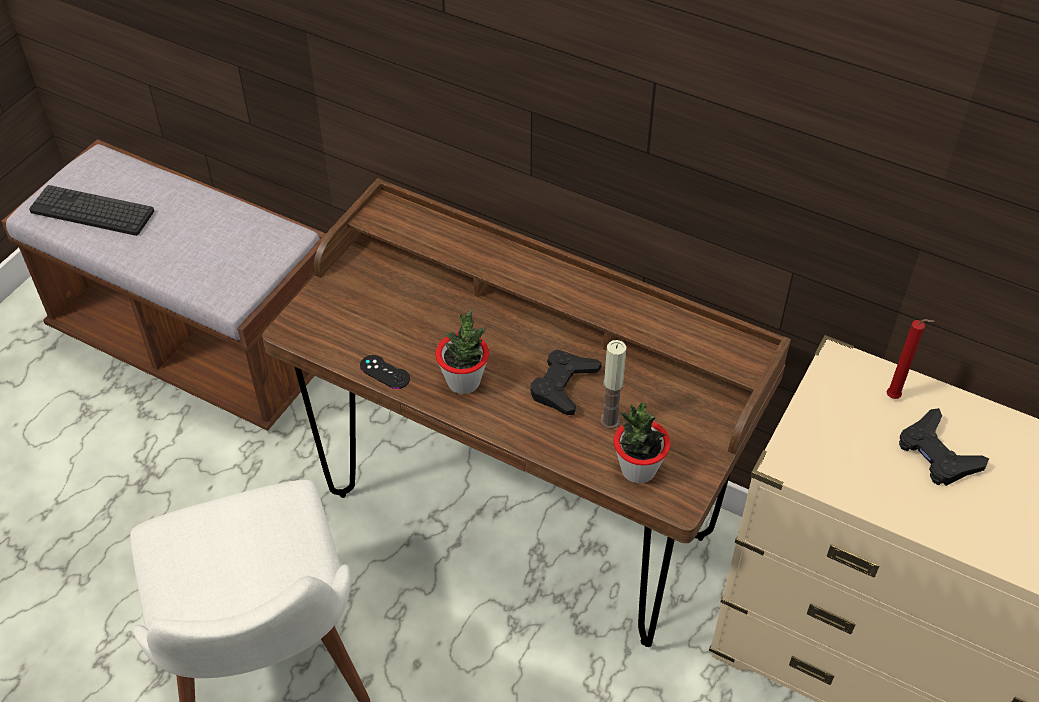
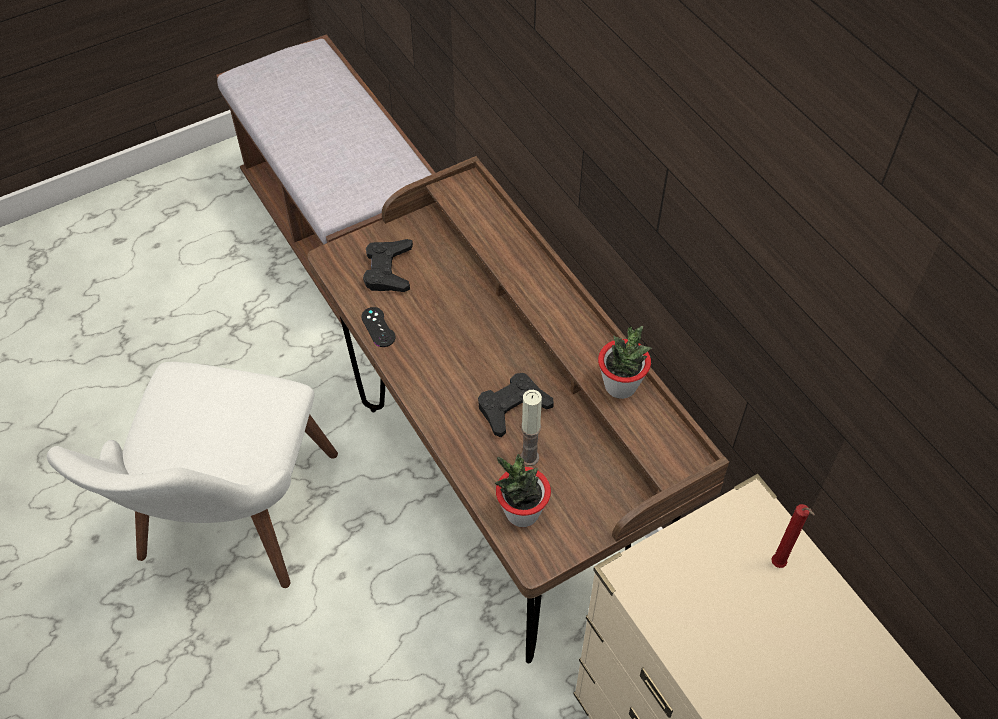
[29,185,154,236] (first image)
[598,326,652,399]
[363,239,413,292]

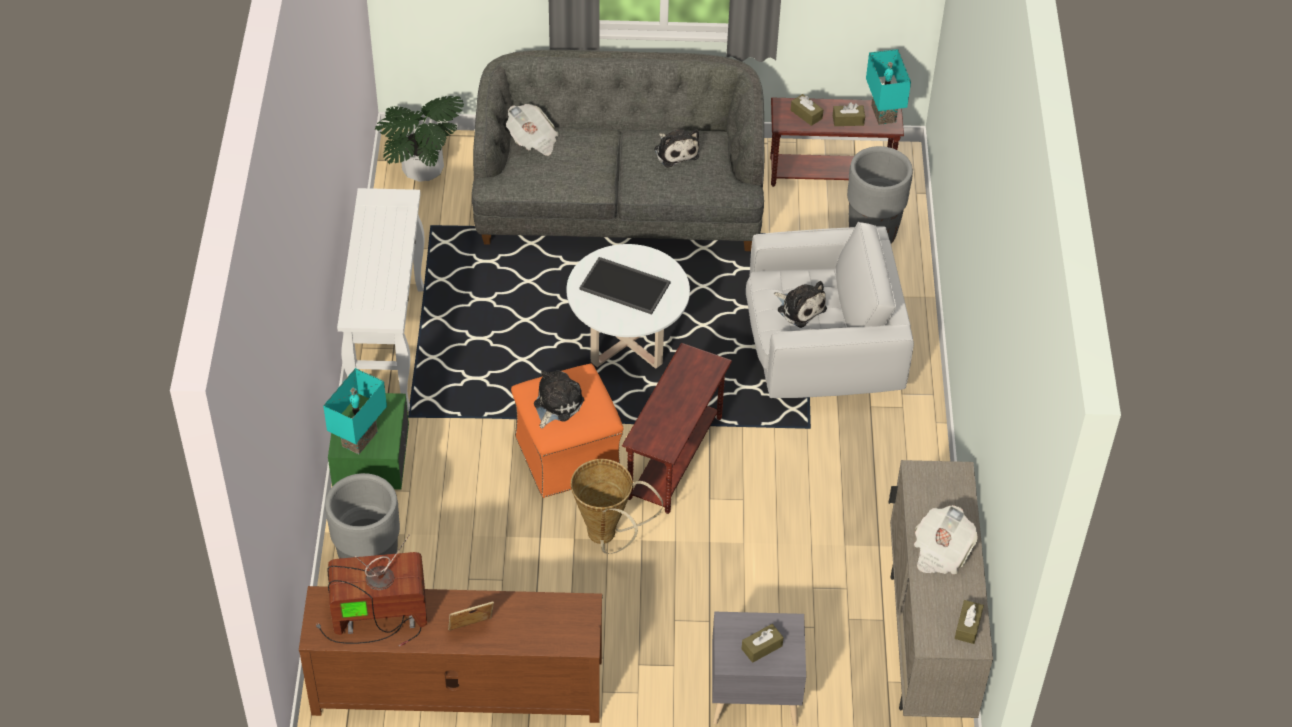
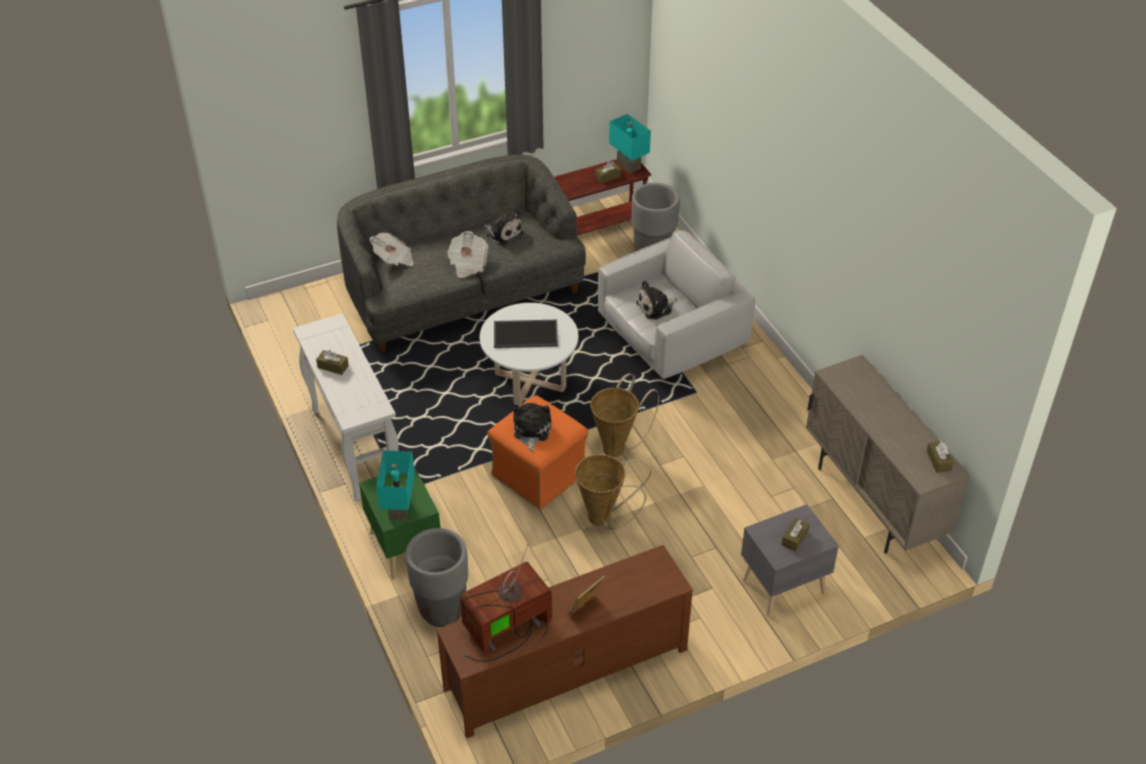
[375,96,464,182] (first image)
[316,350,349,375]
[447,231,489,278]
[590,373,659,457]
[636,280,677,320]

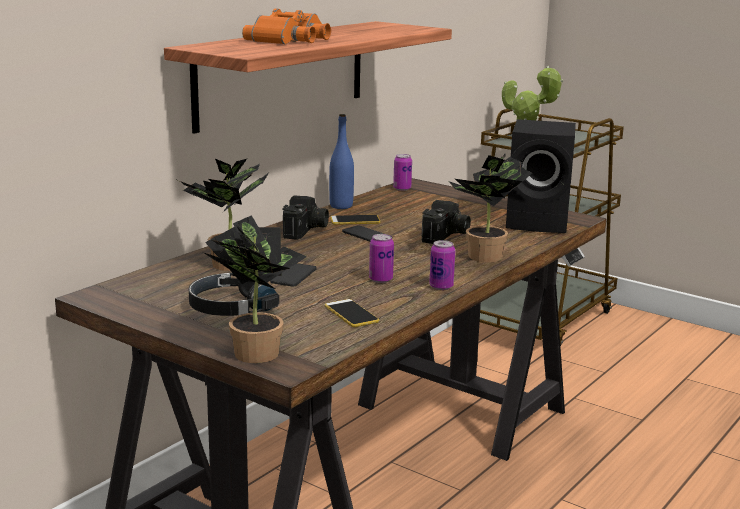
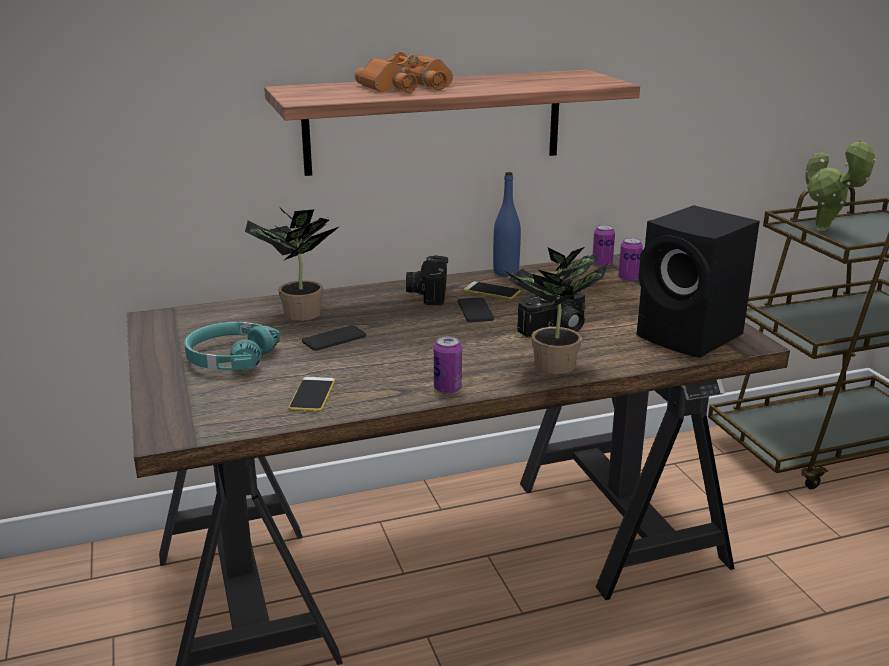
[203,215,307,363] (first image)
[618,238,643,282]
[184,322,280,370]
[406,255,448,305]

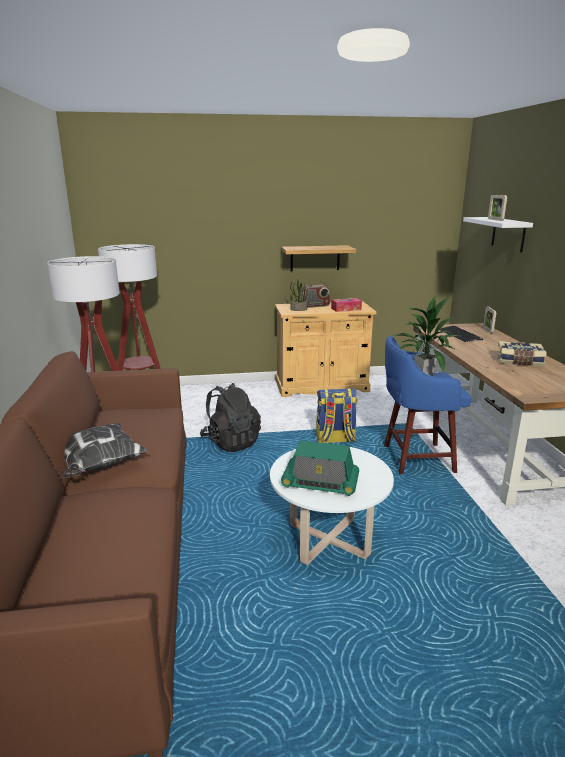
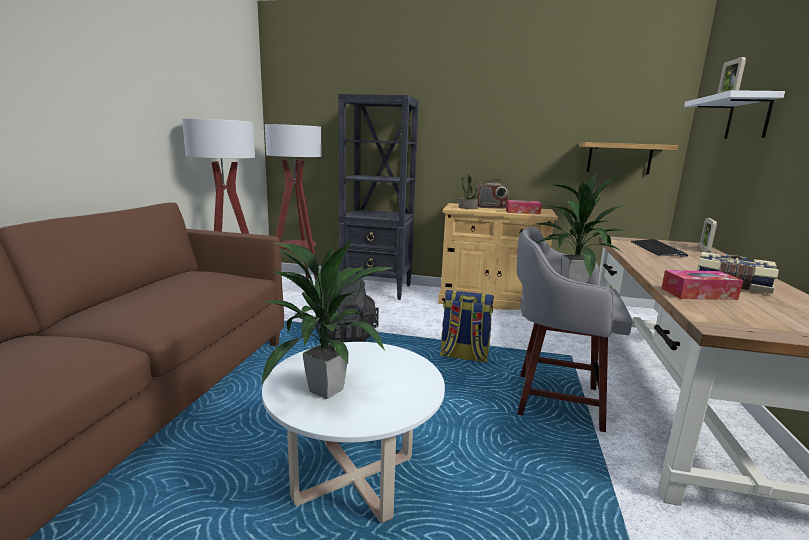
[61,423,148,478] (first image)
[338,94,419,300]
[661,270,743,300]
[579,142,678,174]
[260,235,392,399]
[517,227,633,432]

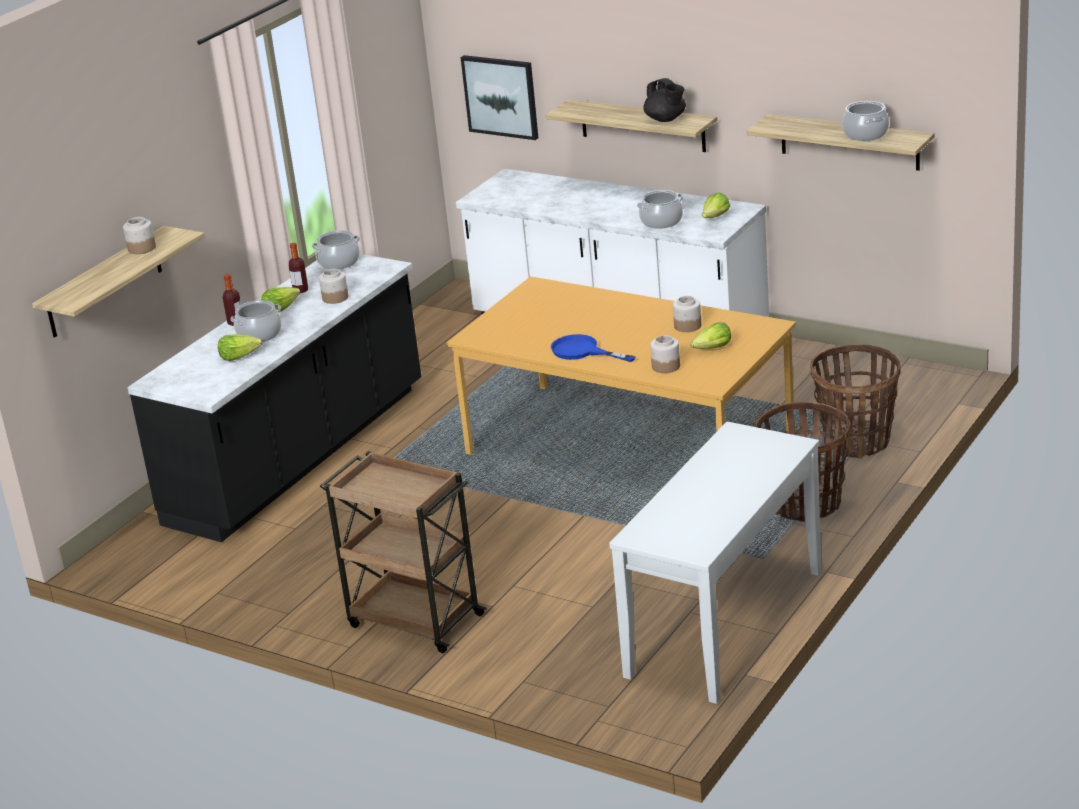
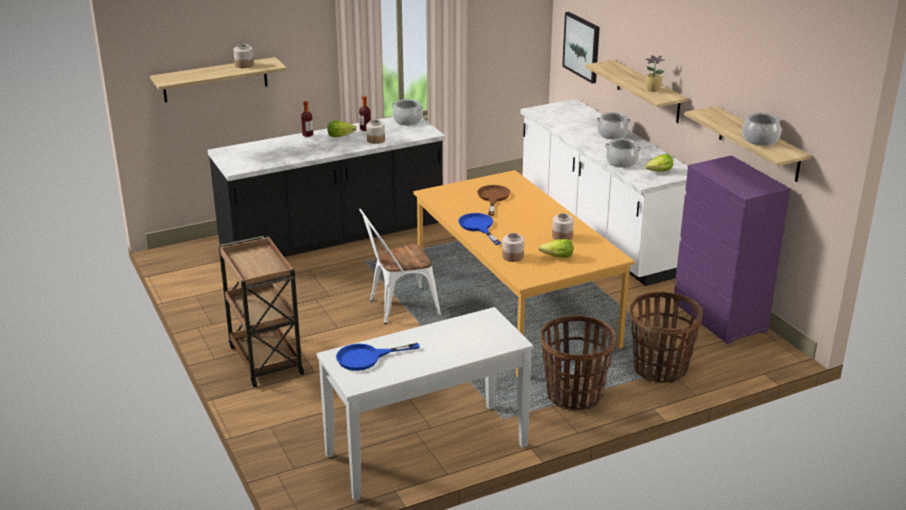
[218,334,262,361] (first image)
[336,343,420,371]
[359,209,441,324]
[477,185,510,216]
[673,155,790,344]
[596,112,631,139]
[644,55,665,92]

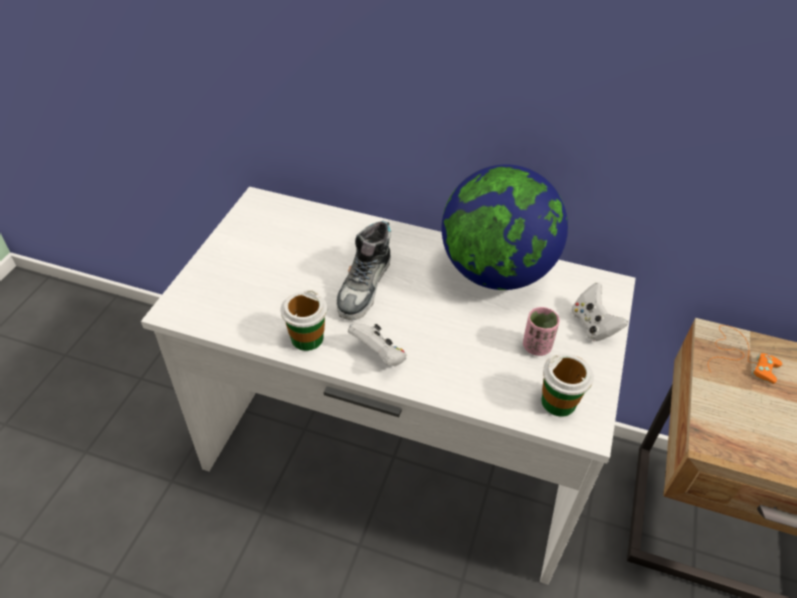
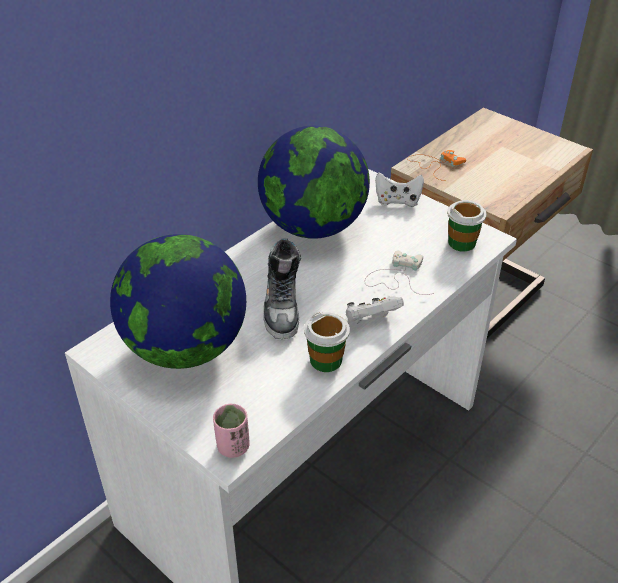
[110,234,246,369]
[365,250,434,295]
[213,404,250,458]
[263,238,301,339]

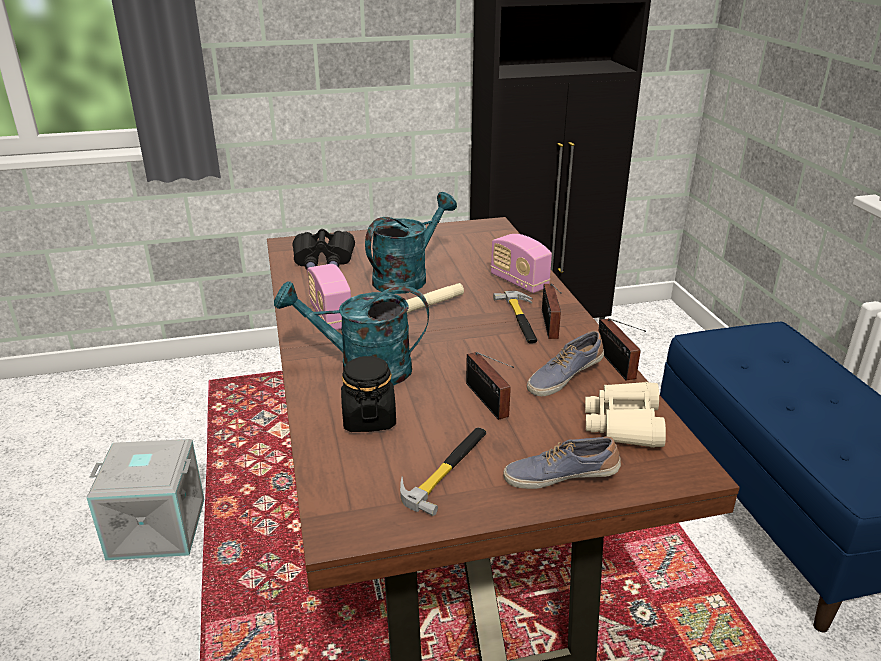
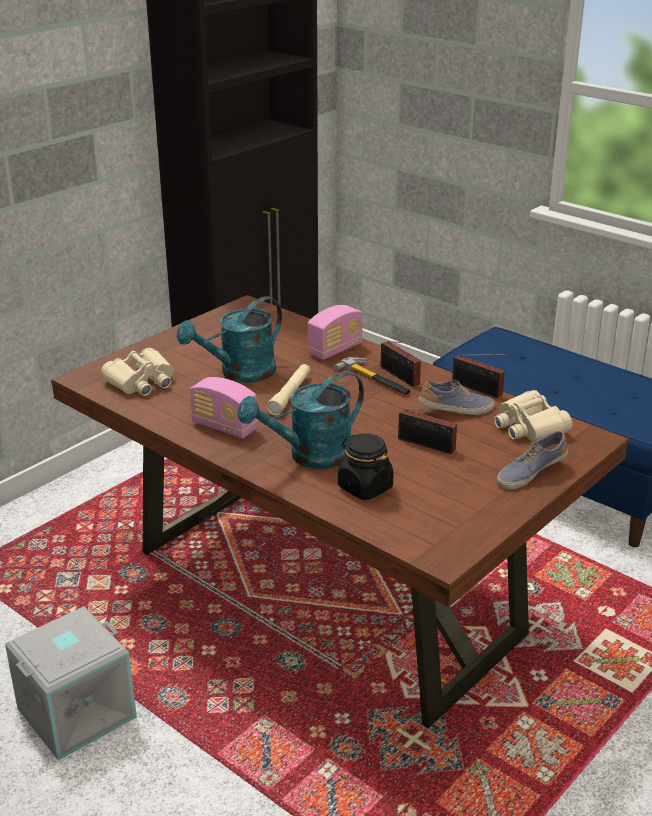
[400,427,486,516] (first image)
[101,348,174,396]
[177,296,282,383]
[307,305,363,360]
[418,380,494,415]

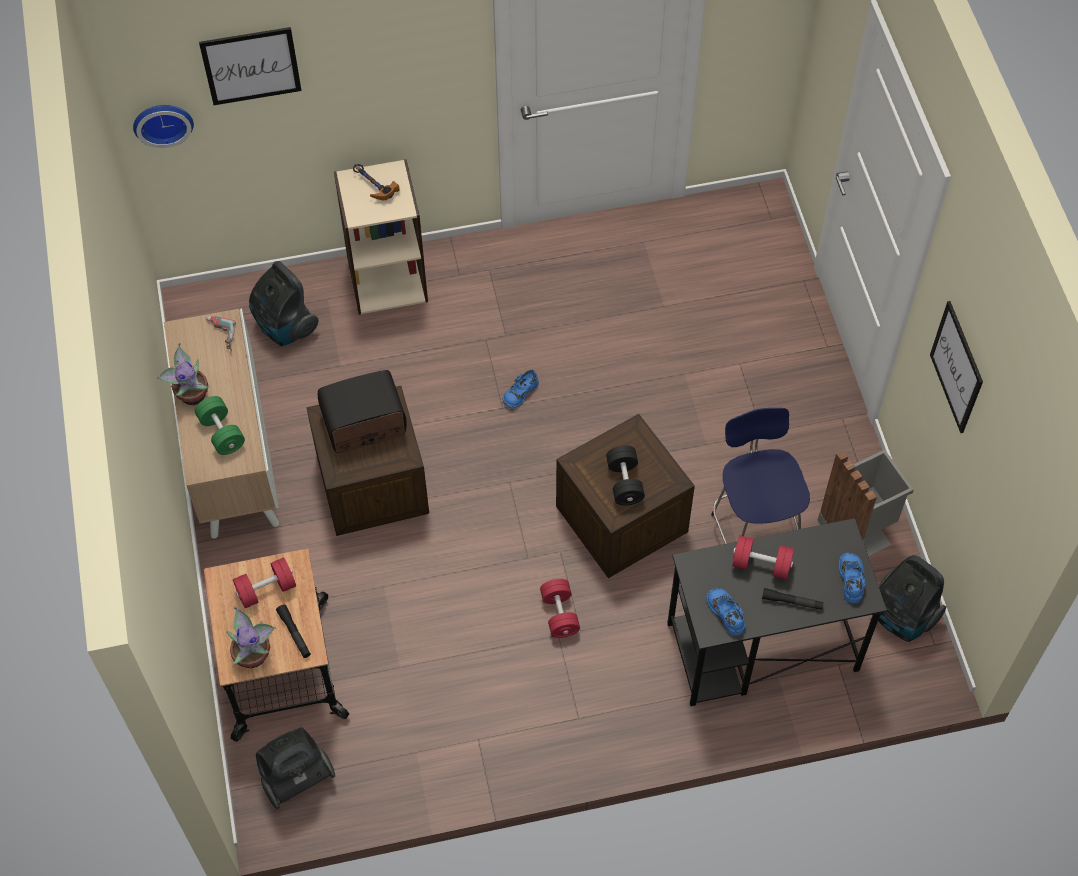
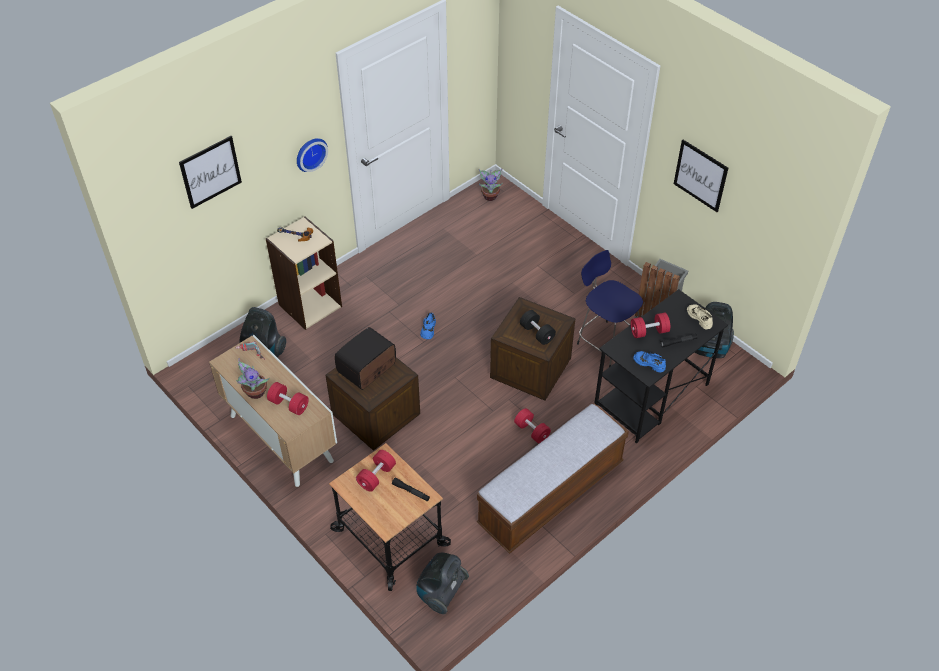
[477,403,629,554]
[297,138,328,172]
[478,169,503,201]
[267,382,309,415]
[687,304,713,329]

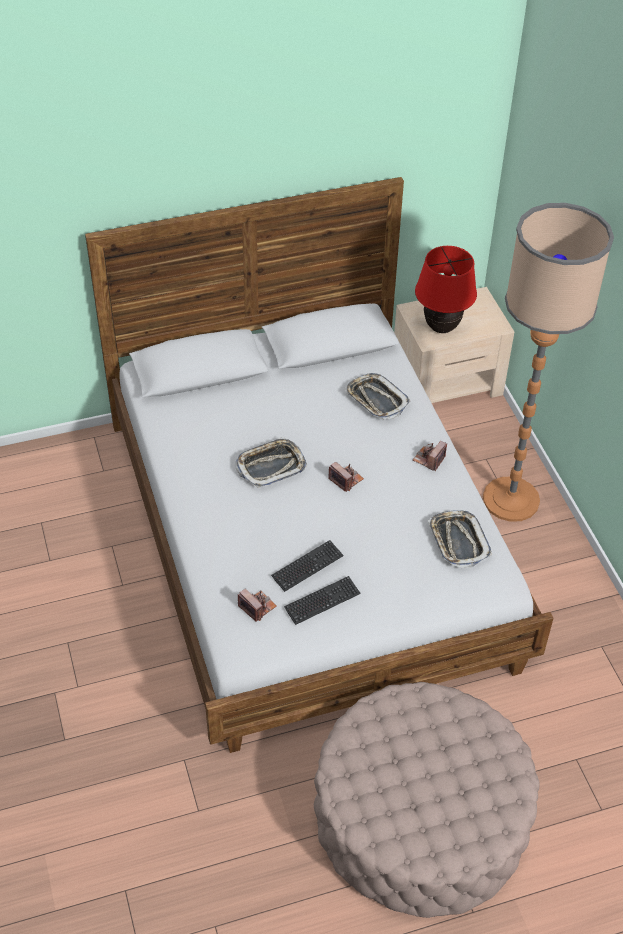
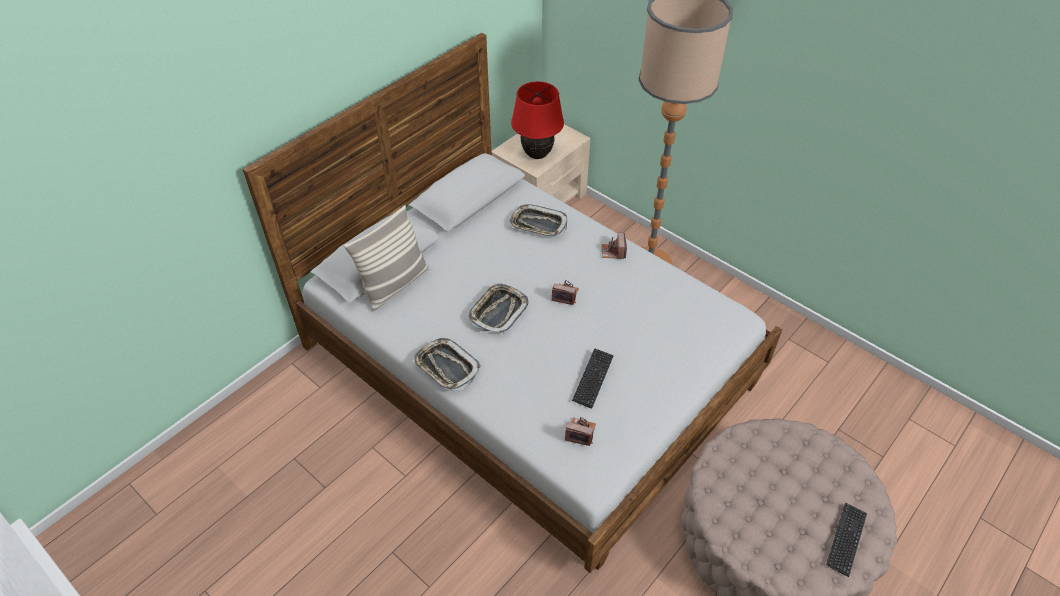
[344,205,430,312]
[826,502,867,577]
[412,338,481,391]

